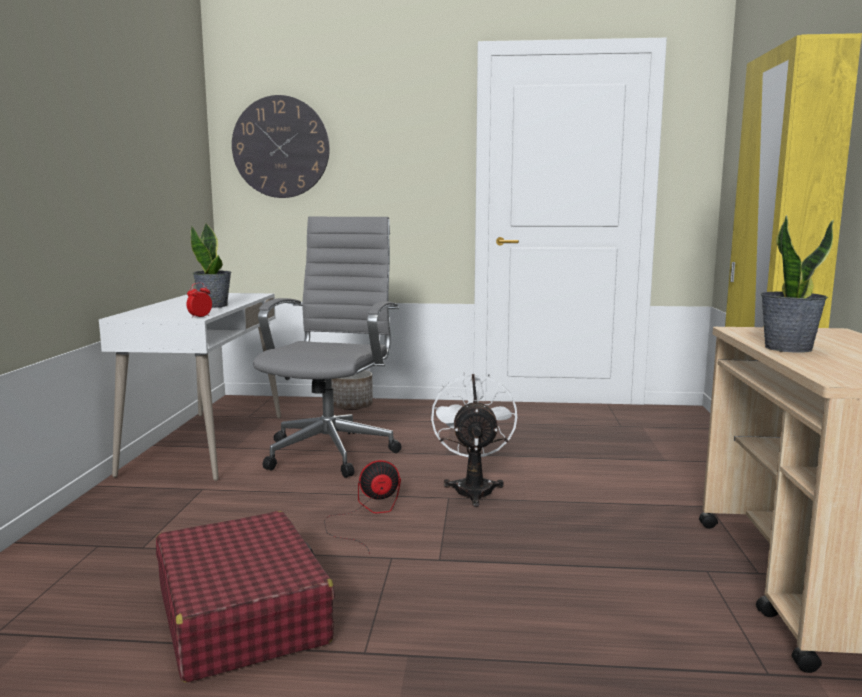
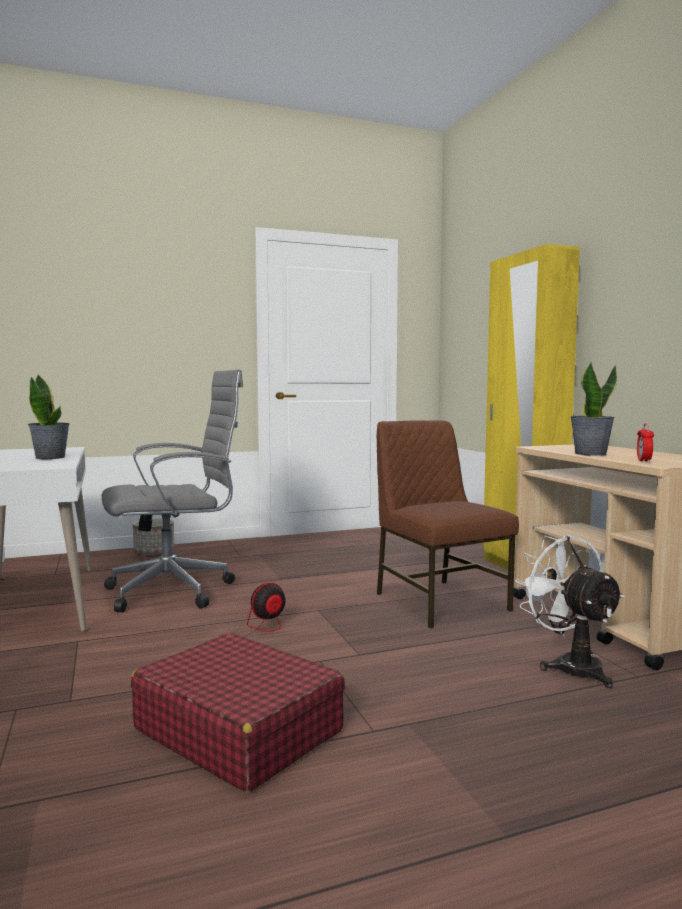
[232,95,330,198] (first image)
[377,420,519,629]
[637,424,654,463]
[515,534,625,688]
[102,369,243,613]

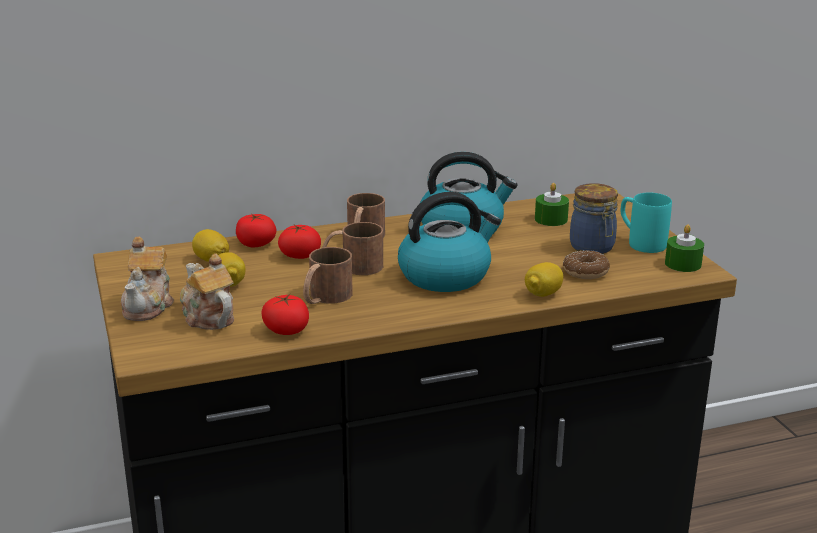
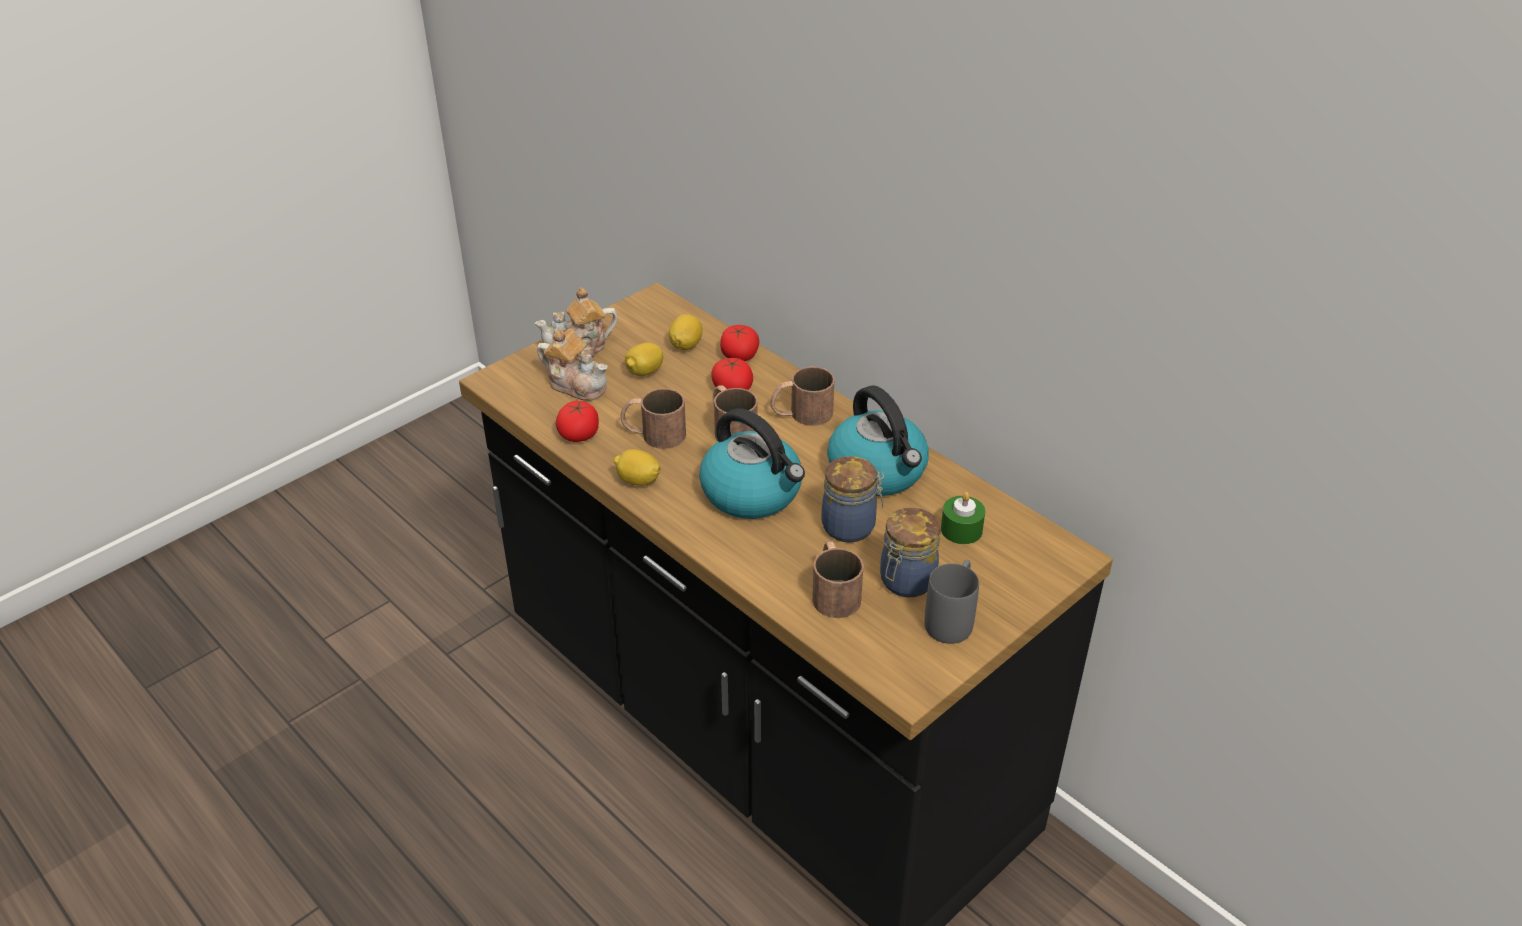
[665,225,704,272] (first image)
[822,456,884,543]
[614,449,661,486]
[812,541,864,618]
[924,560,979,644]
[537,329,608,401]

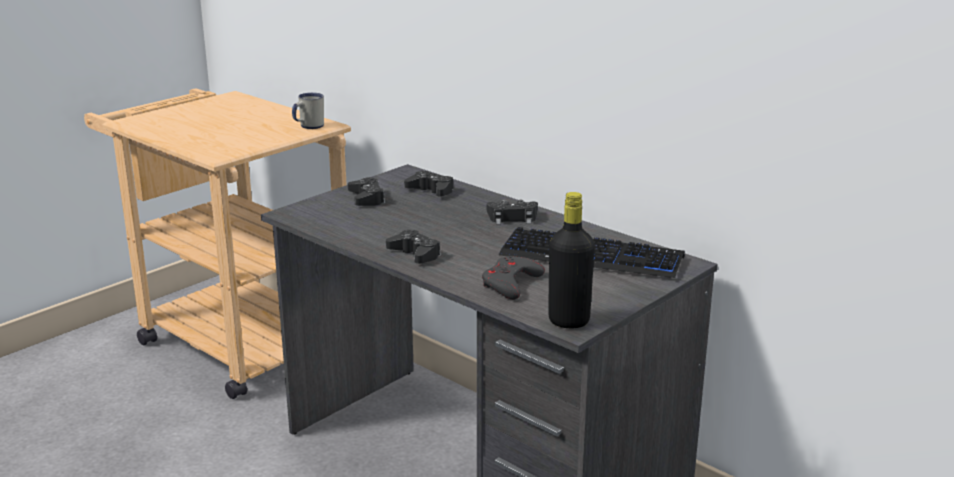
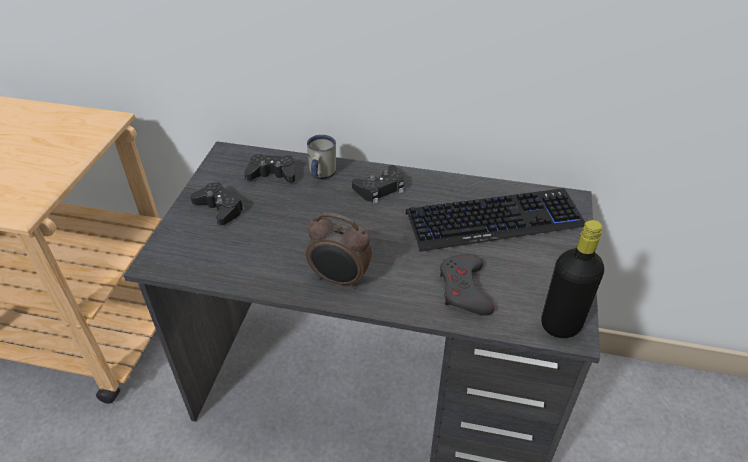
[307,135,336,179]
[306,213,372,289]

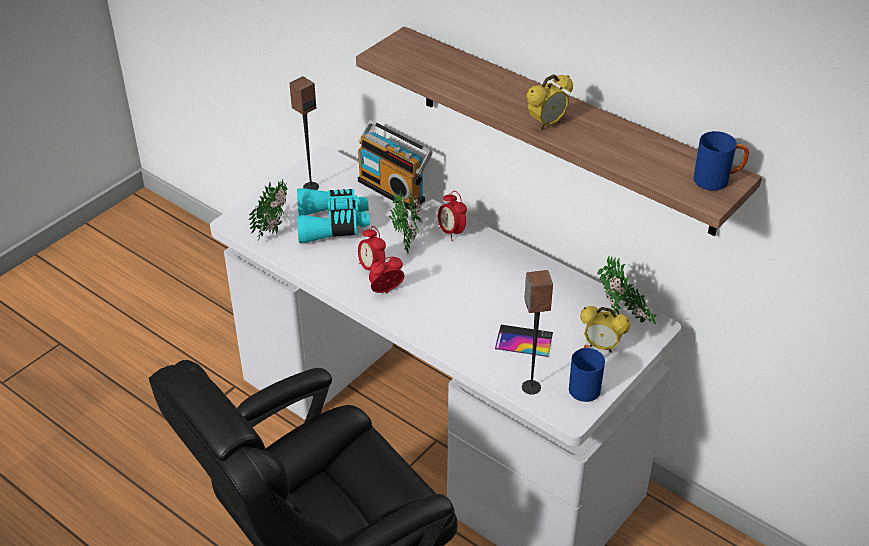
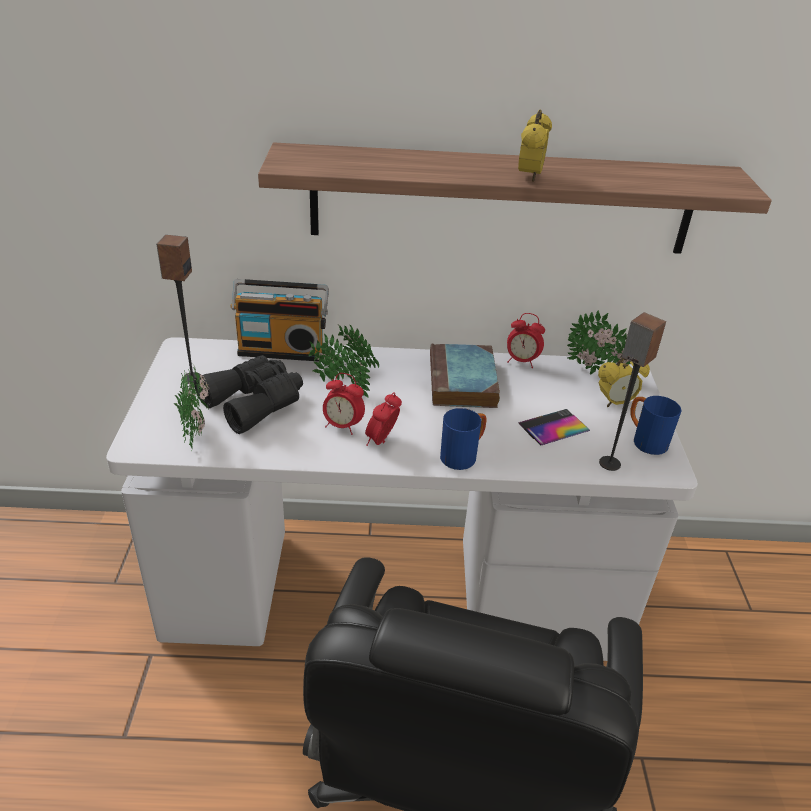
[430,343,500,408]
[507,313,545,368]
[440,408,487,470]
[194,355,303,434]

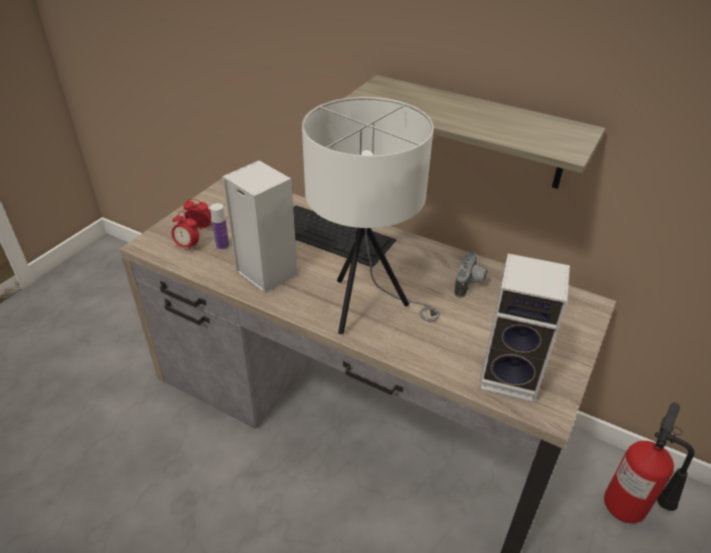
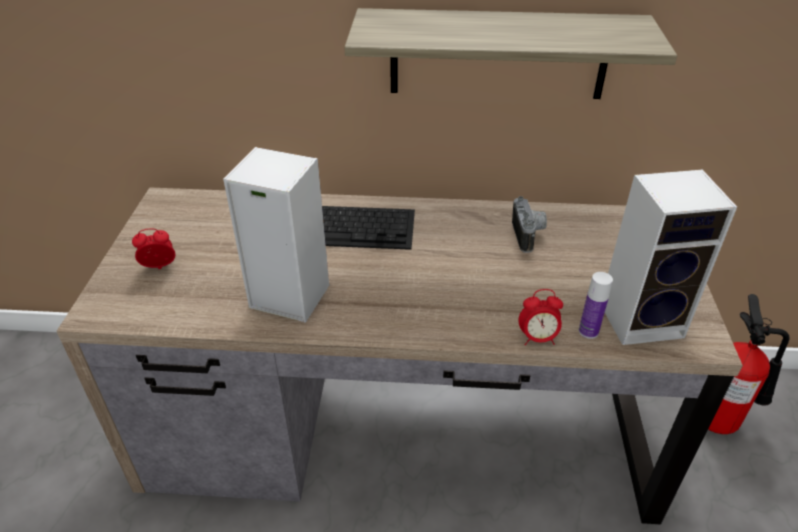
[302,97,440,334] (first image)
[518,289,563,345]
[579,272,613,339]

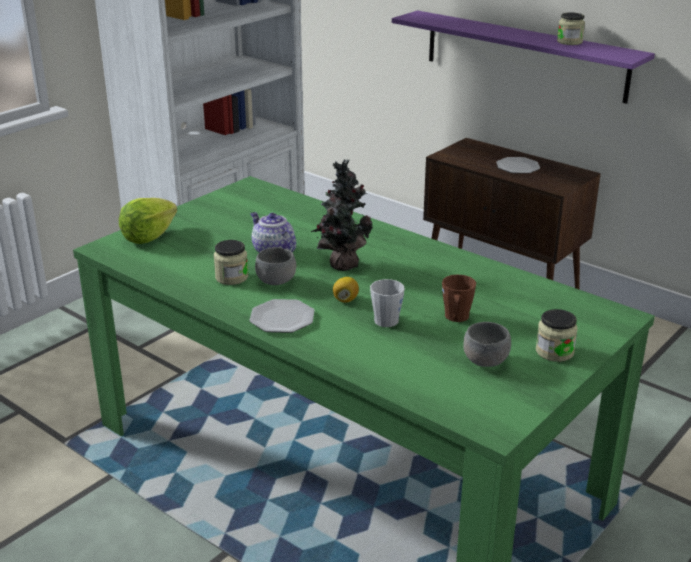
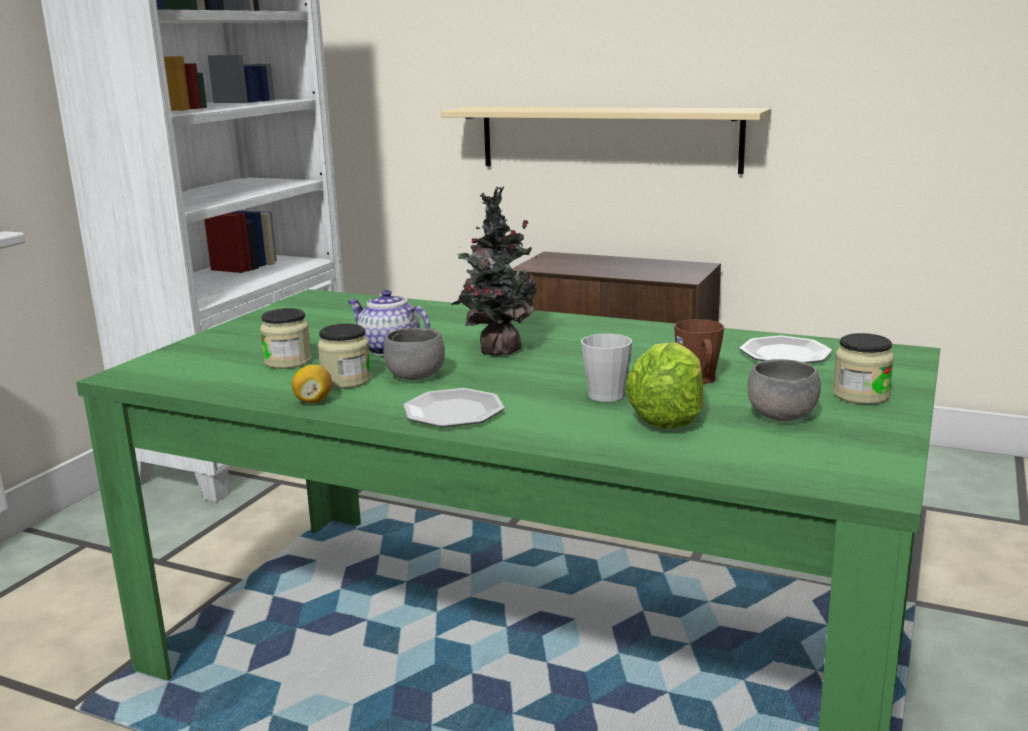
[625,343,704,429]
[291,365,332,403]
[740,336,832,363]
[260,308,312,369]
[441,107,771,174]

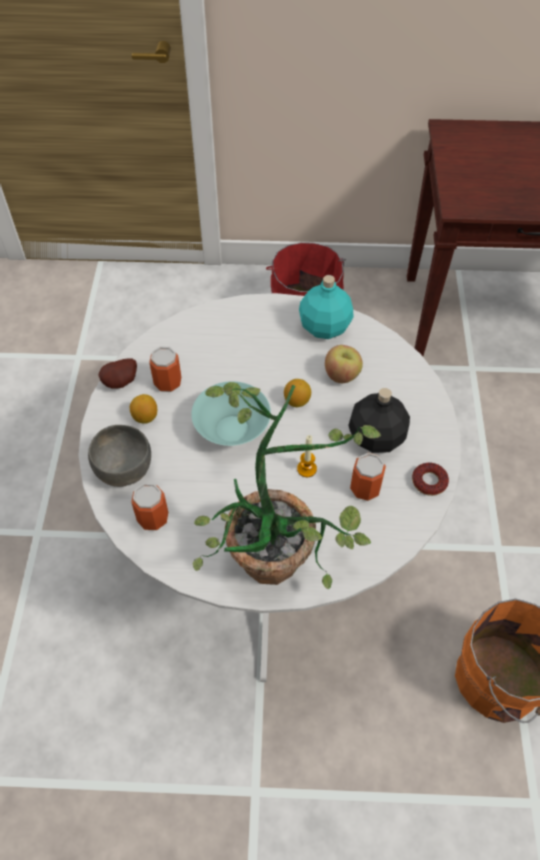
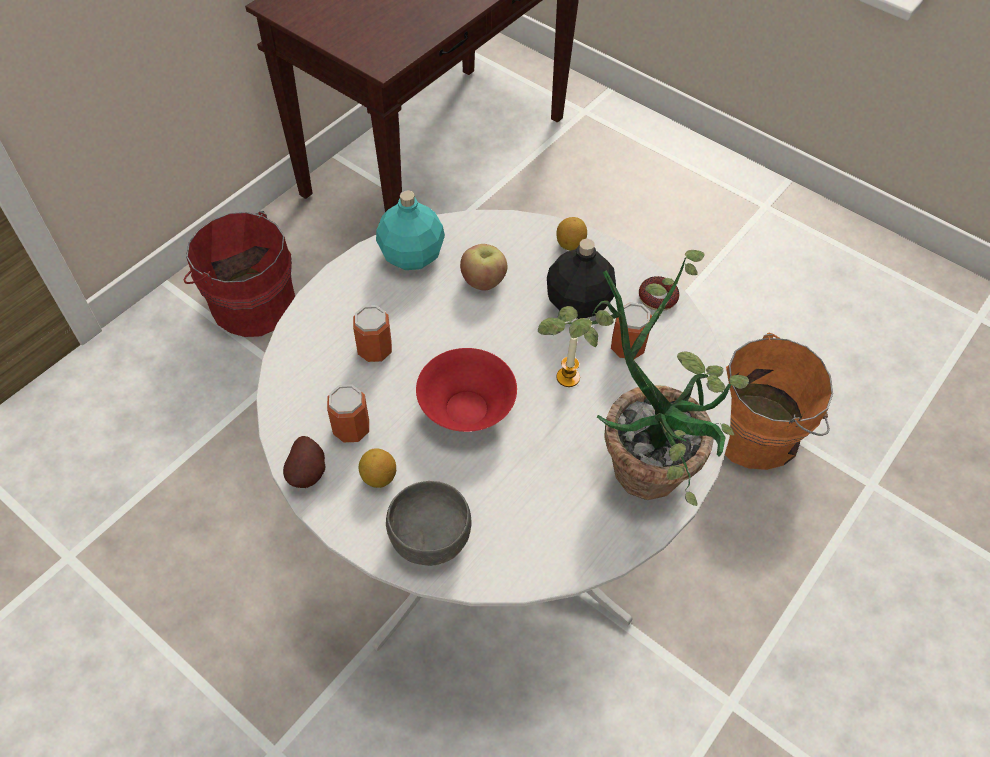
[353,305,392,363]
[556,217,587,251]
[416,348,517,432]

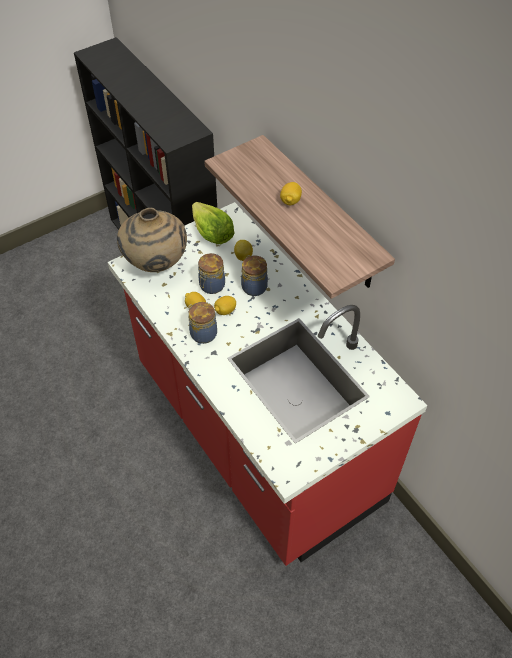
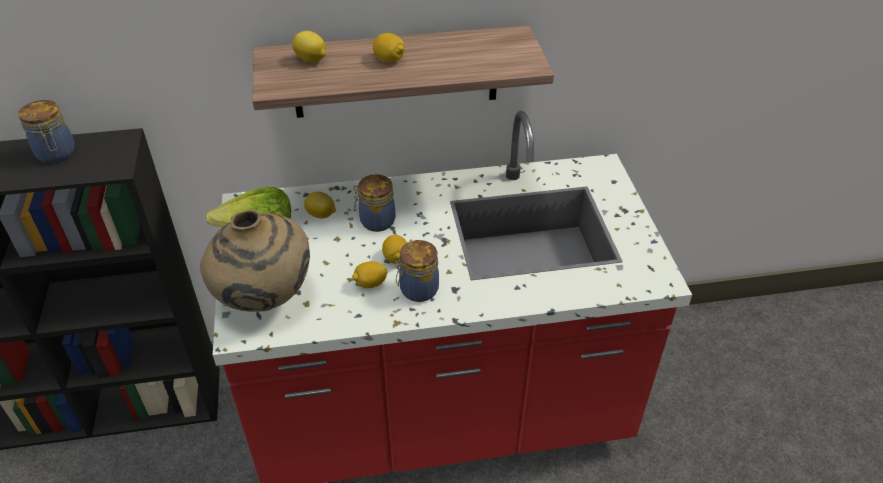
[292,31,326,63]
[18,100,74,163]

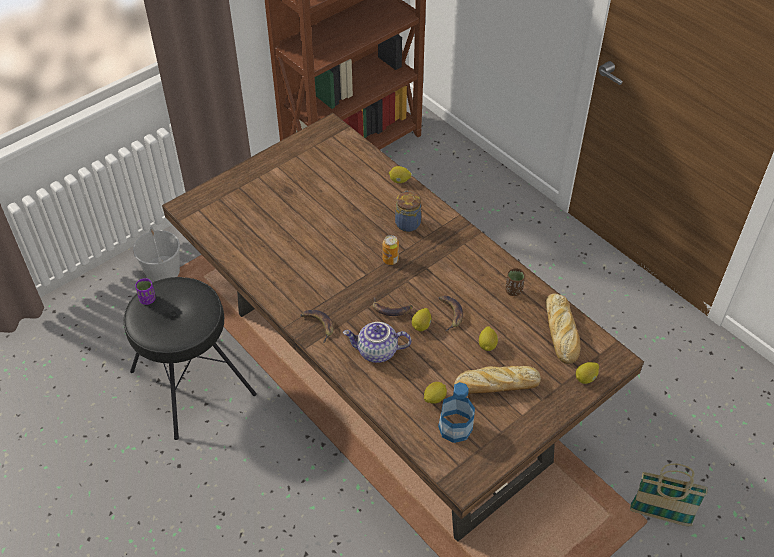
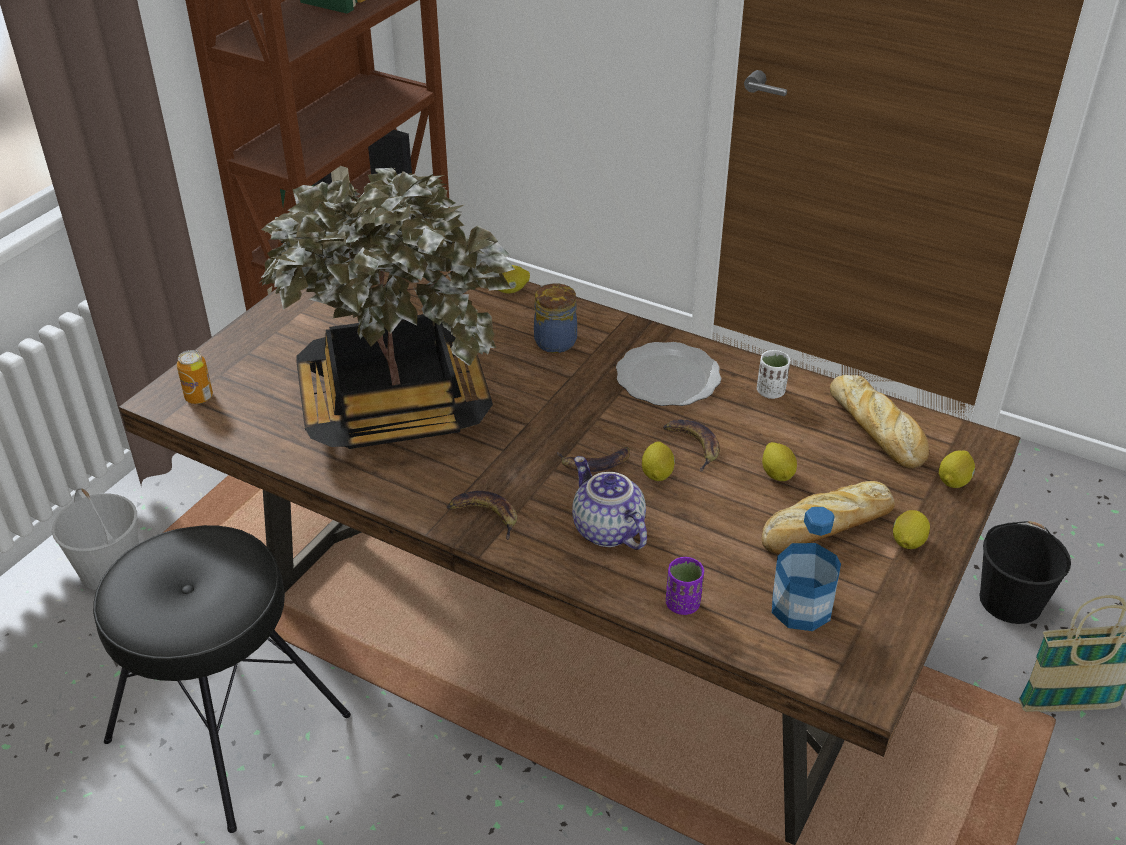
[260,168,515,449]
[616,342,722,406]
[980,521,1071,624]
[666,557,704,615]
[177,350,213,404]
[893,510,930,549]
[757,350,790,399]
[572,456,647,550]

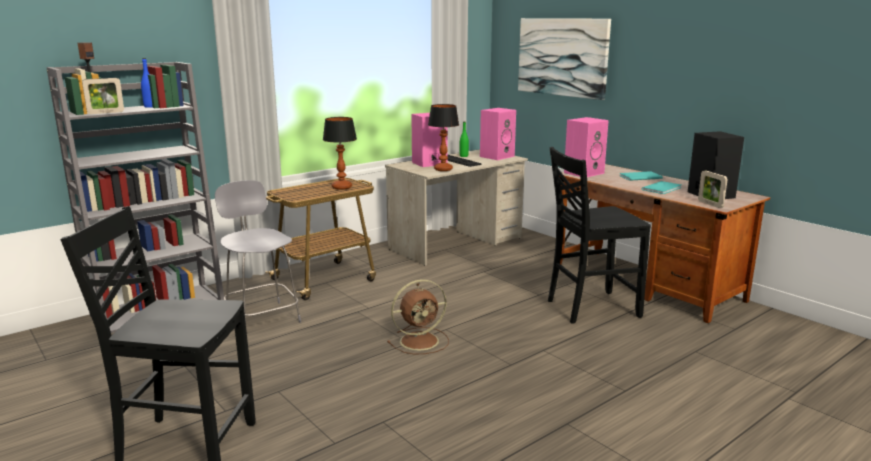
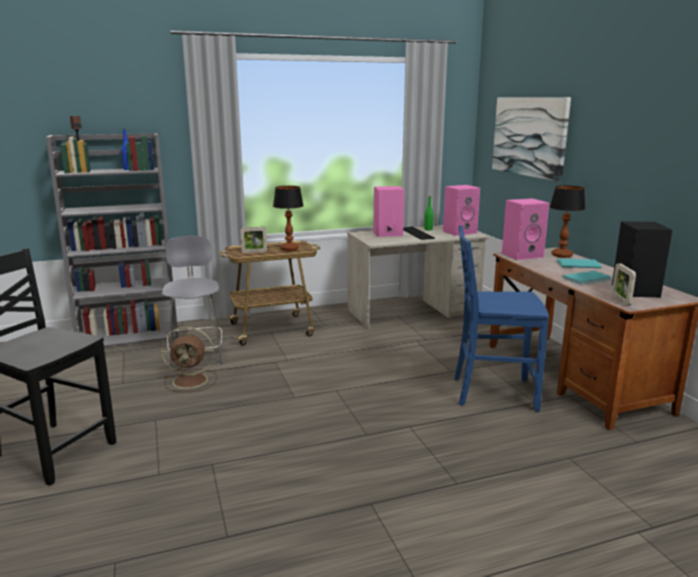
[240,227,267,253]
[161,327,217,392]
[550,186,585,258]
[454,226,549,411]

